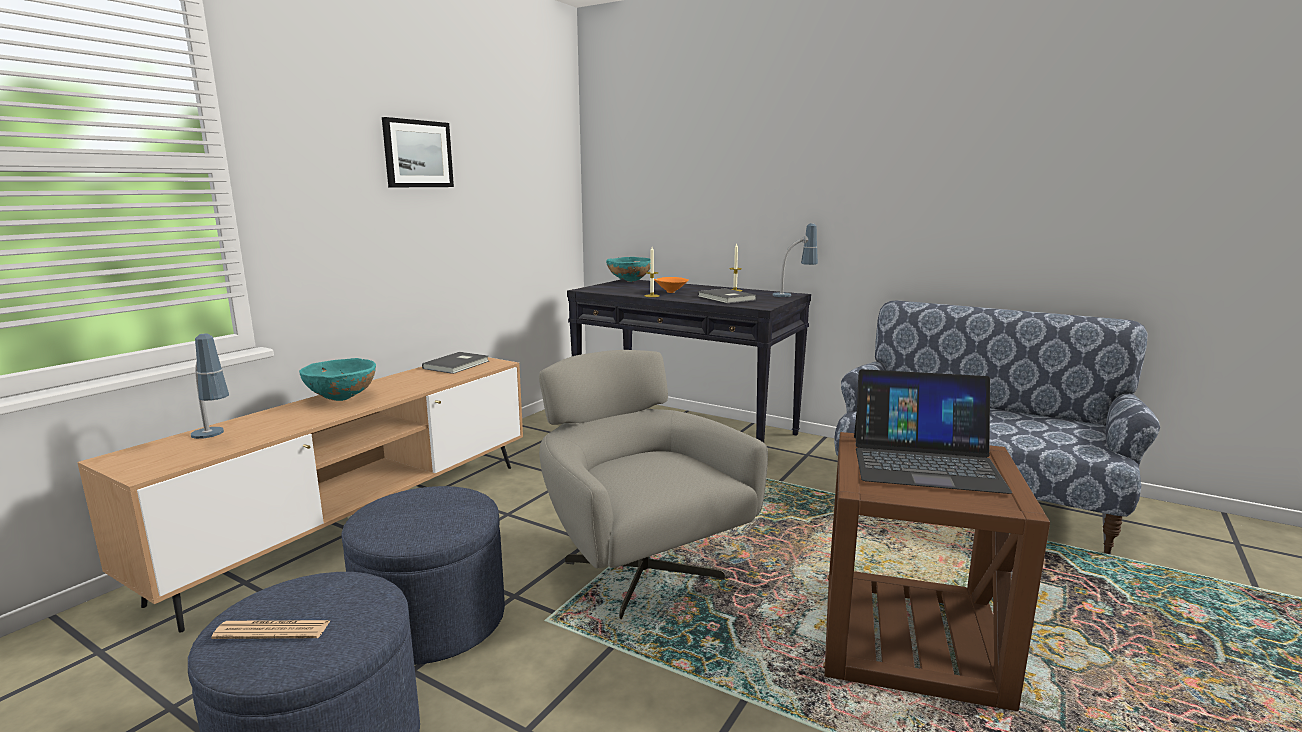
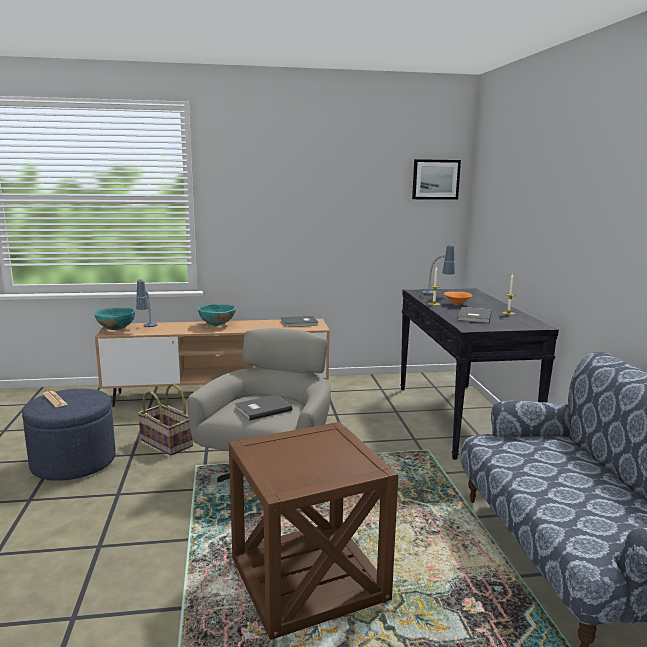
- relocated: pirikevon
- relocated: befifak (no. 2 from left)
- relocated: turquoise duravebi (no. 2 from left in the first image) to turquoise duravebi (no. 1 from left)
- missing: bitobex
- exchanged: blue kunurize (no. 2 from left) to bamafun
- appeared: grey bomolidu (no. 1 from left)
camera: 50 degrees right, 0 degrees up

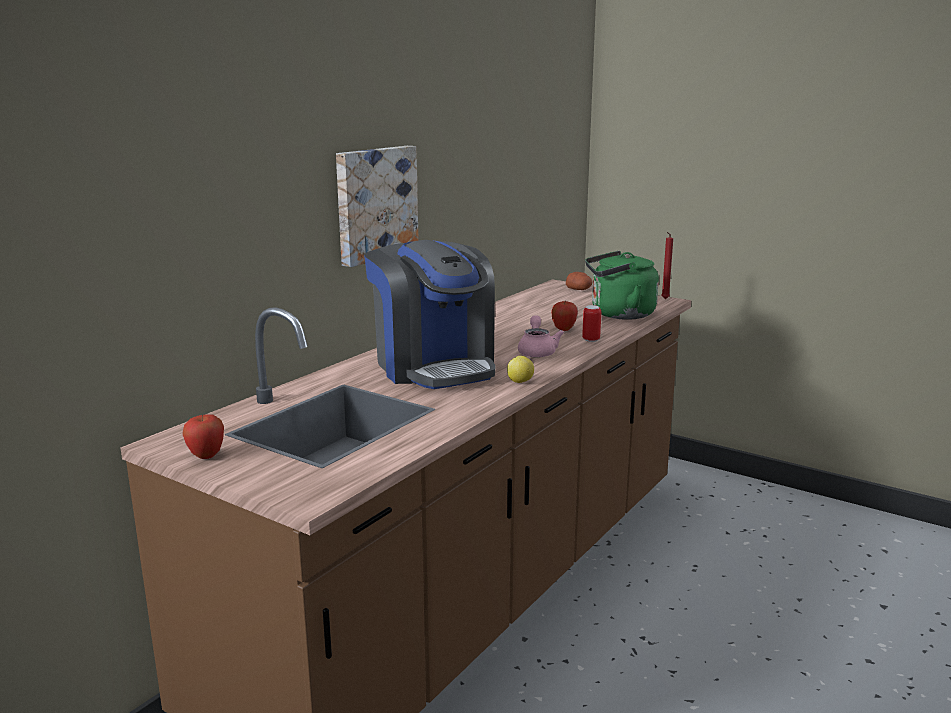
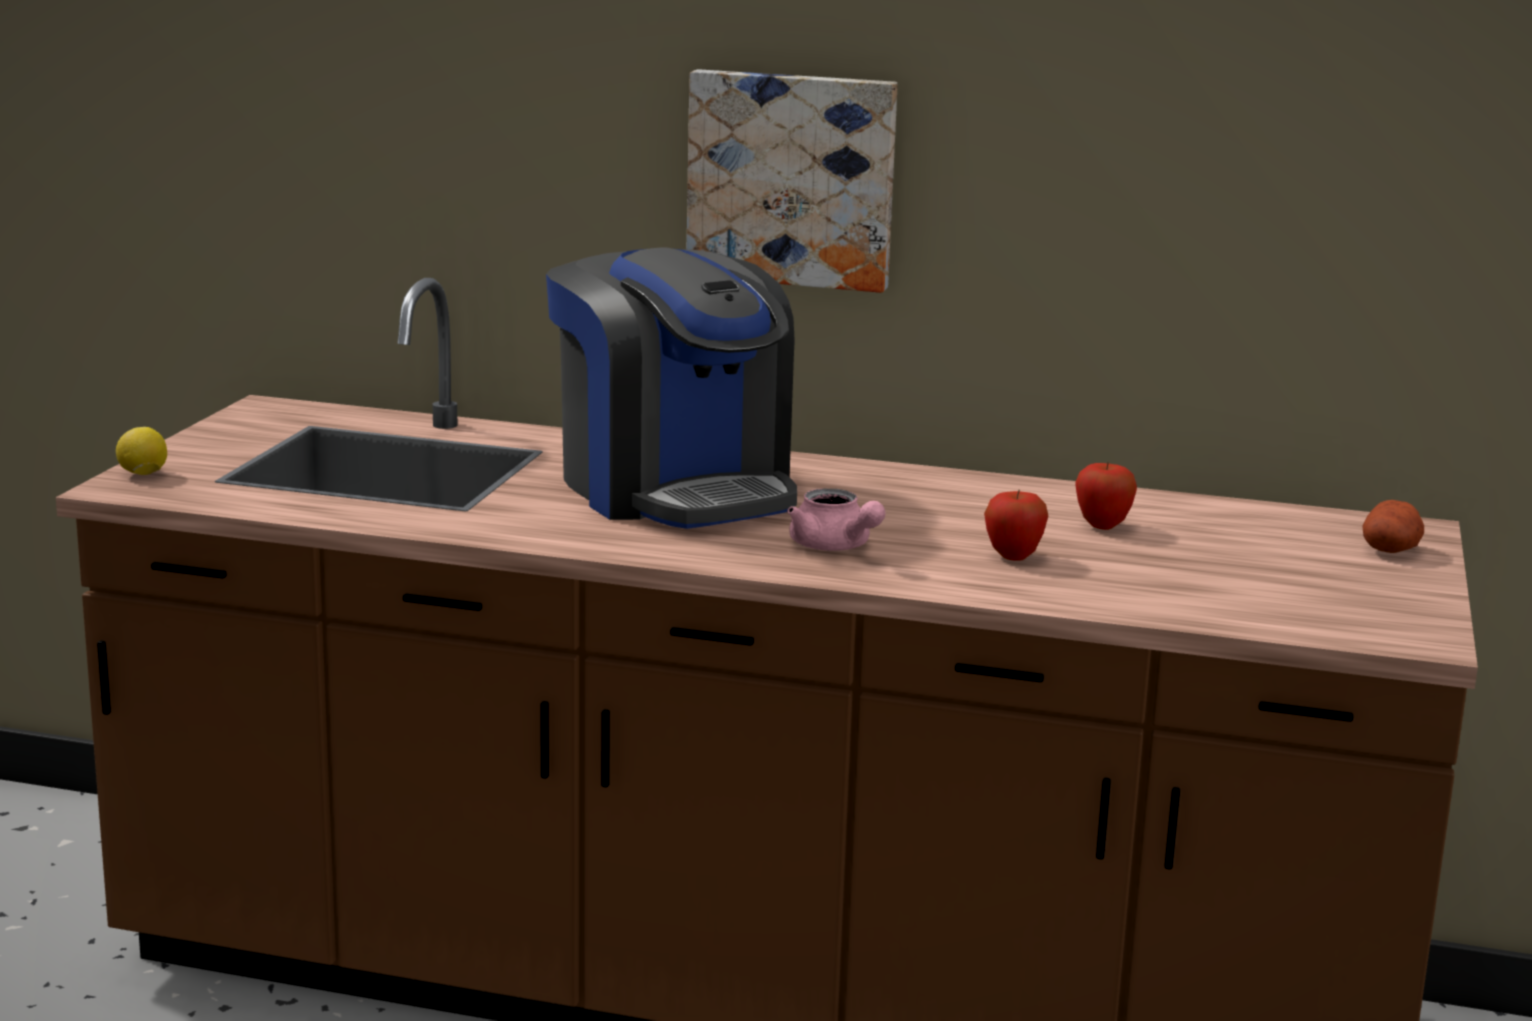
- missing: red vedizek
- spun: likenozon 75 degrees counterclockwise
- missing: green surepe
- missing: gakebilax
- spun: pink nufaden 75 degrees clockwise
- relocated: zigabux
- relocated: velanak (no. 1 from left in the first image) to velanak (no. 2 from left)
camera: 70 degrees right, 0 degrees up

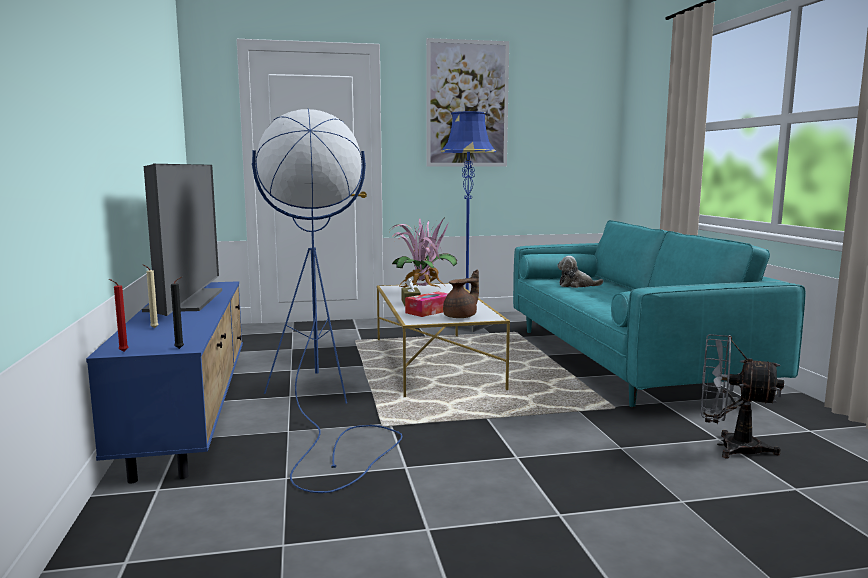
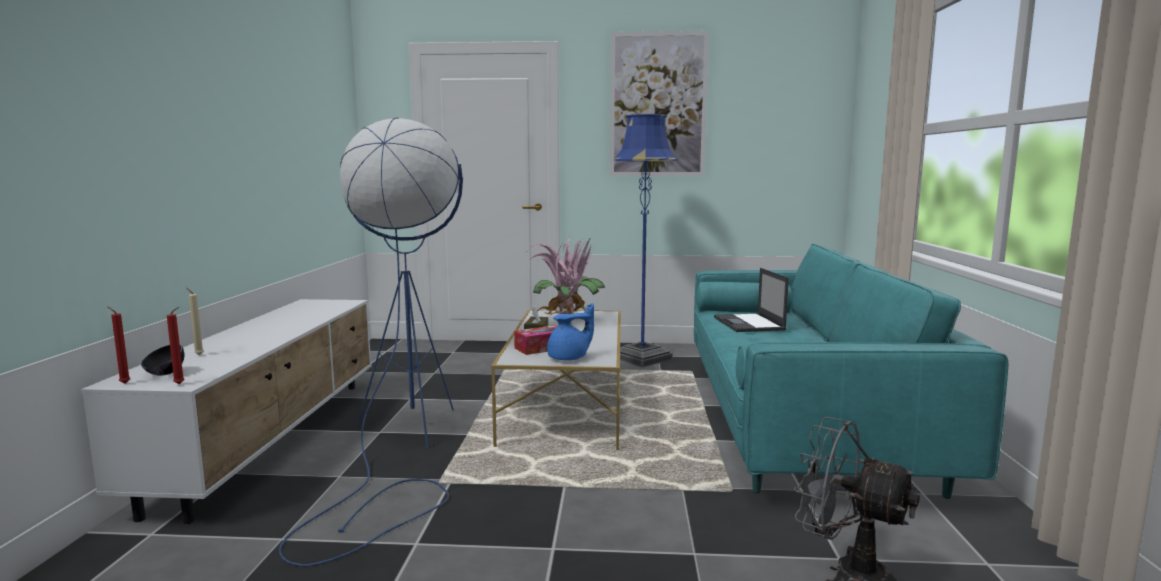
- missing: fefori
- exchanged: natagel to bitobex
- colour: brown nufaden to blue nufaden
- colour: black vedizek to red vedizek (no. 2 from left)
- colour: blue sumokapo to white sumokapo
- appeared: black duravebi
camera: 15 degrees right, 0 degrees up

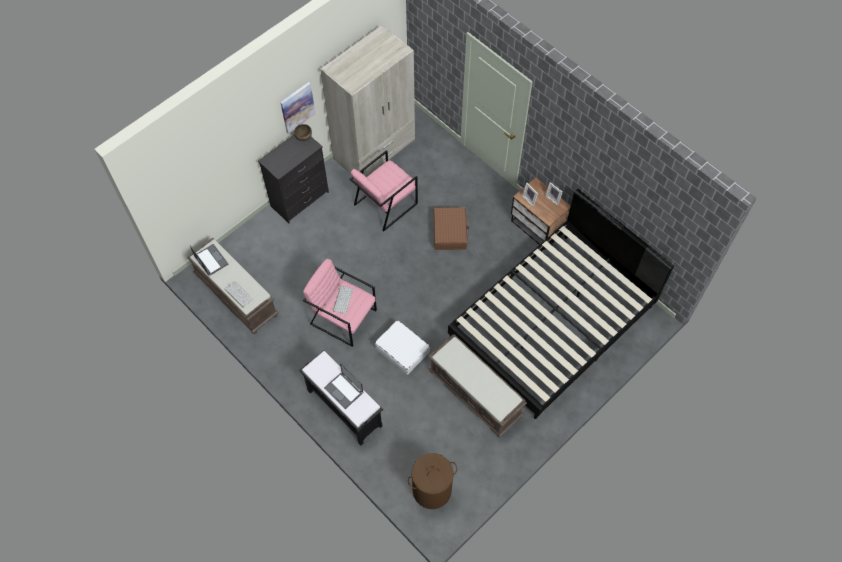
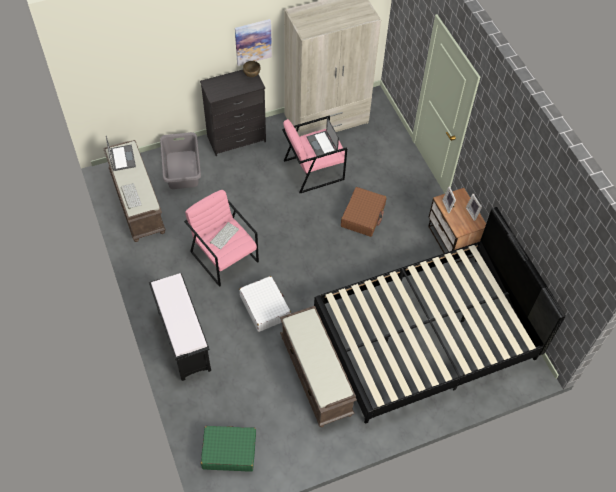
- relocated: bitobex (no. 2 from left)
- exchanged: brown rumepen to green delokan
- appeared: grey rumepen
camera: 20 degrees right, 5 degrees down

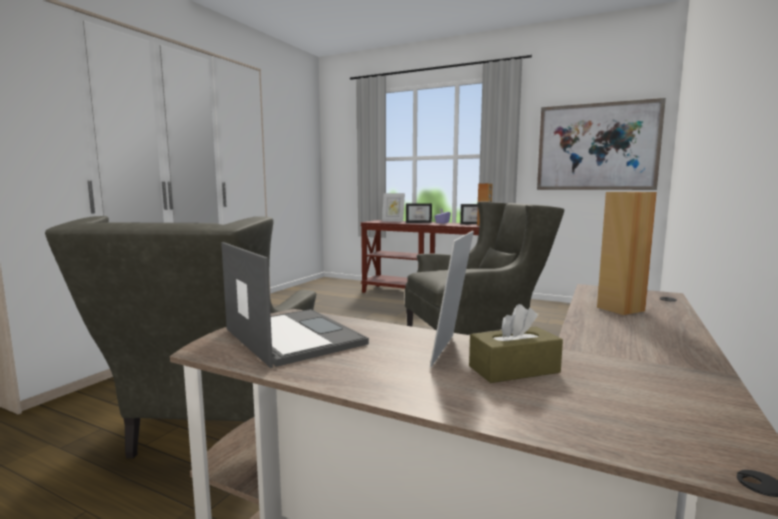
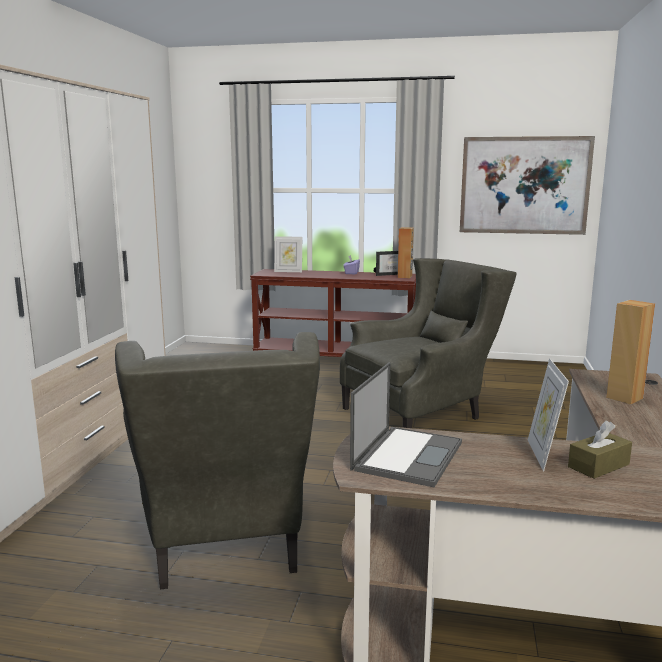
- missing: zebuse (no. 2 from left)
- spun: bitobex 75 degrees clockwise
camera: 15 degrees left, 5 degrees up

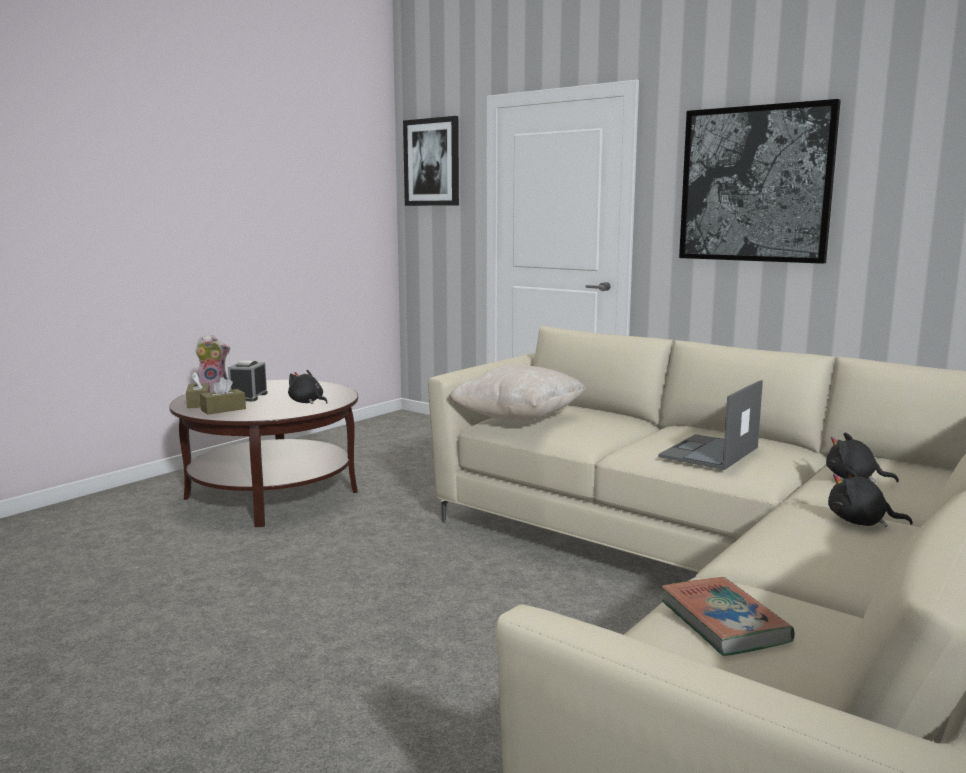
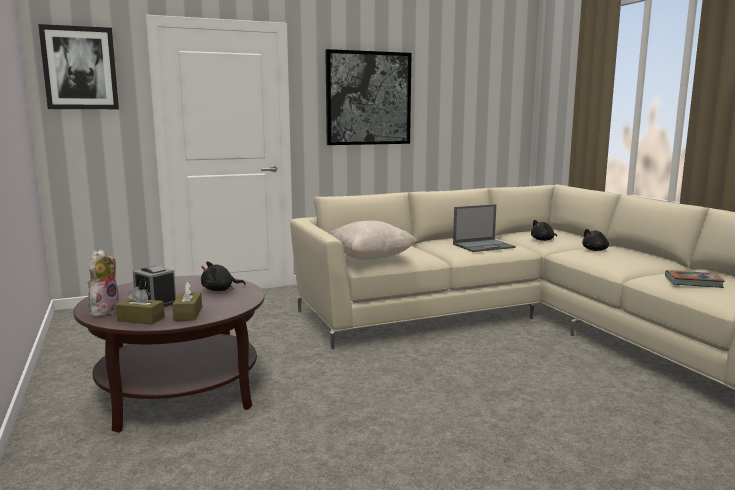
- spun: bitobex 90 degrees counterclockwise
camera: 60 degrees left, 0 degrees up

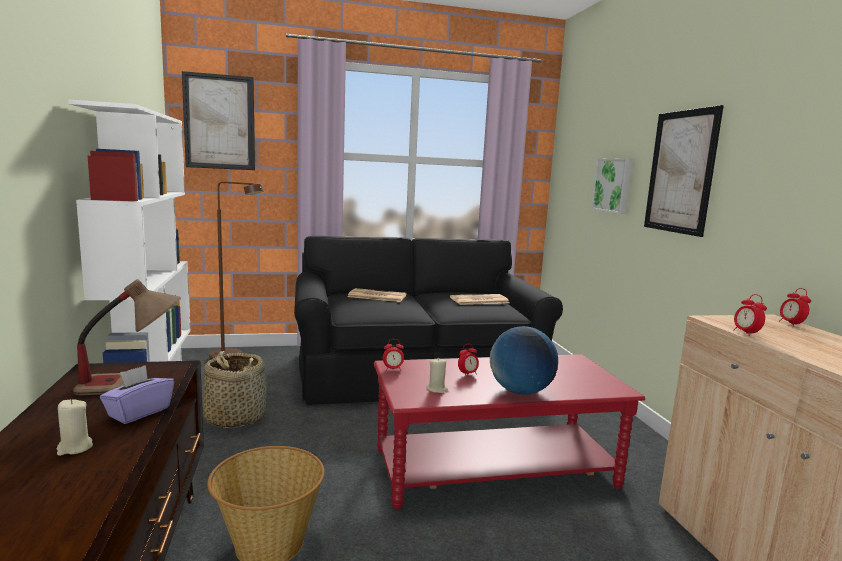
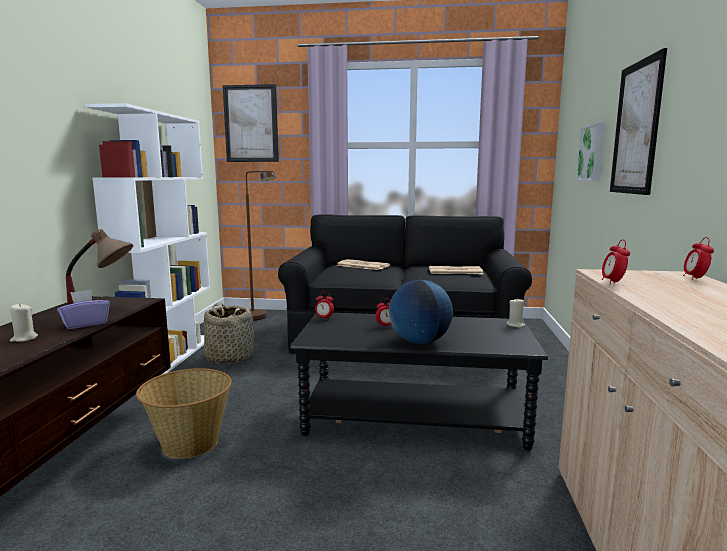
- colour: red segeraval to black segeraval
- relocated: beige vedizek (no. 2 from left)
camera: 20 degrees right, 0 degrees up

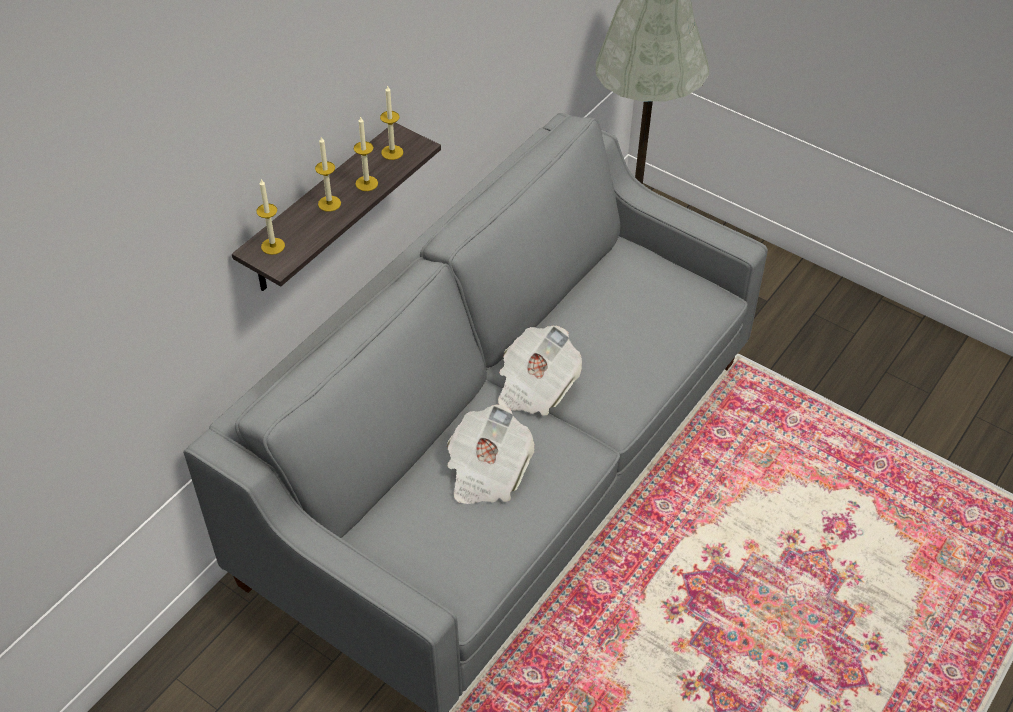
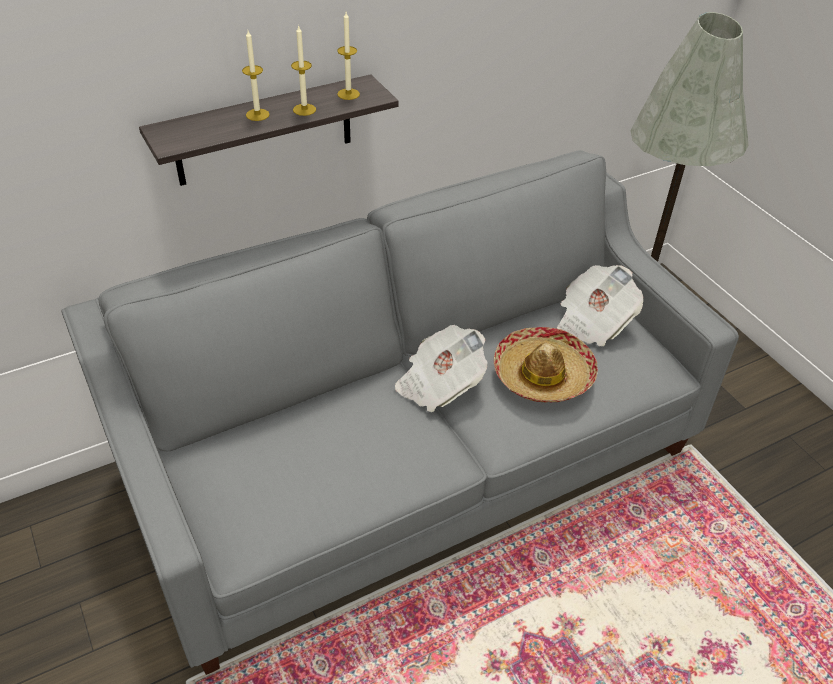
- missing: vedizek (no. 1 from left)
- relocated: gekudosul (no. 1 from left in the first image) to gekudosul (no. 2 from left)
- appeared: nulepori
camera: 25 degrees right, 5 degrees down

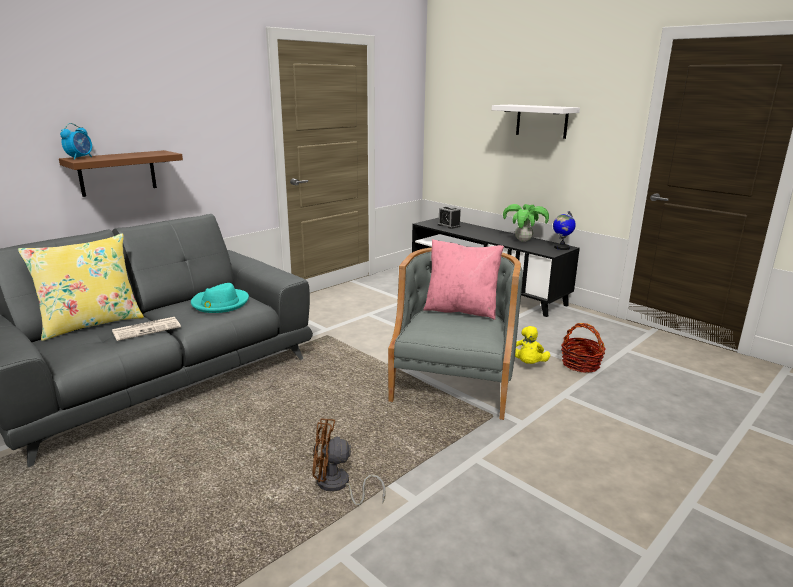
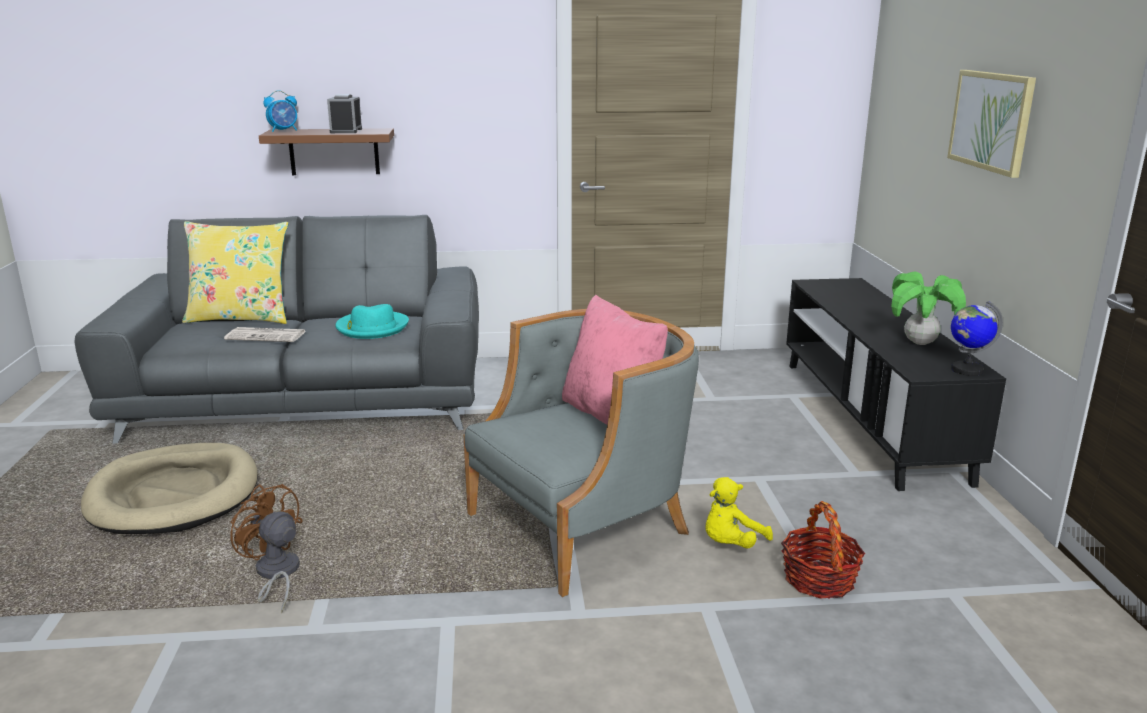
- exchanged: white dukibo to pirikevon
- relocated: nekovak (no. 2 from left)
- appeared: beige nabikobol
camera: 40 degrees right, 0 degrees up

